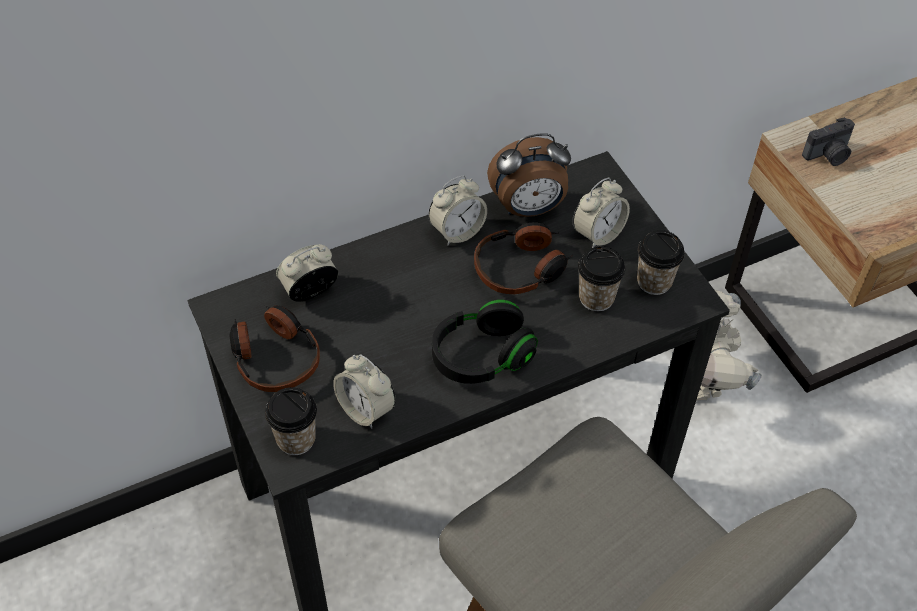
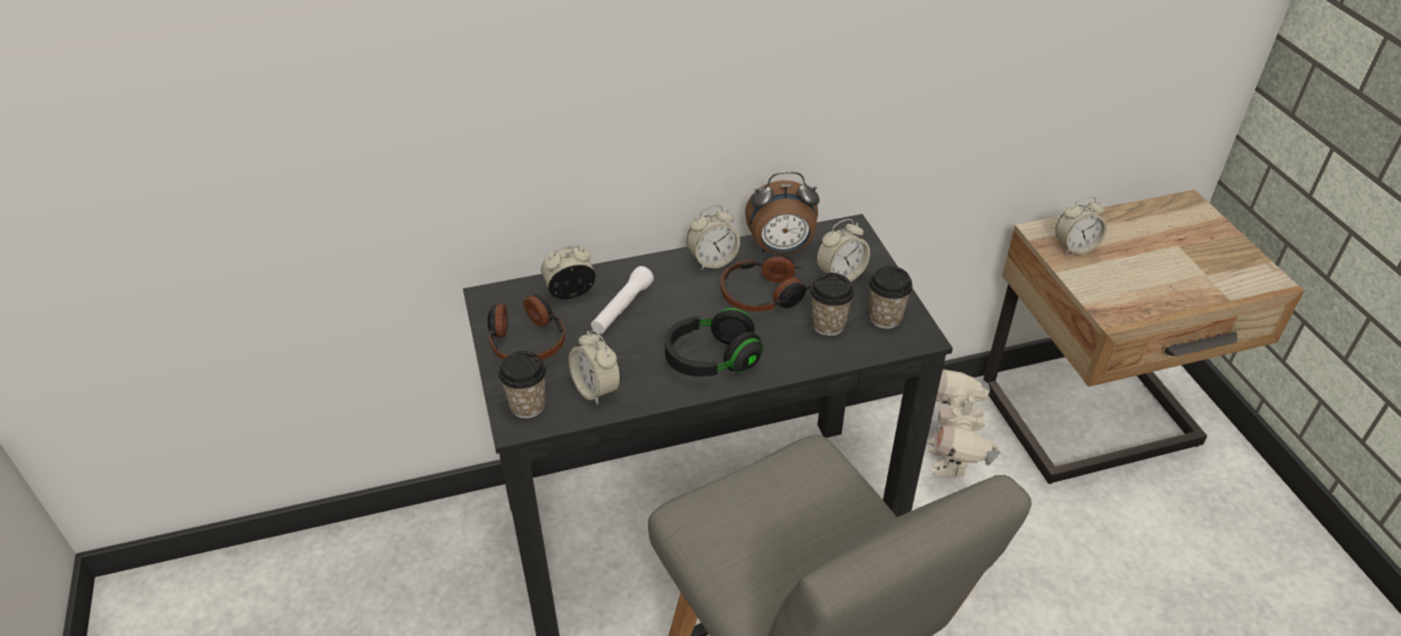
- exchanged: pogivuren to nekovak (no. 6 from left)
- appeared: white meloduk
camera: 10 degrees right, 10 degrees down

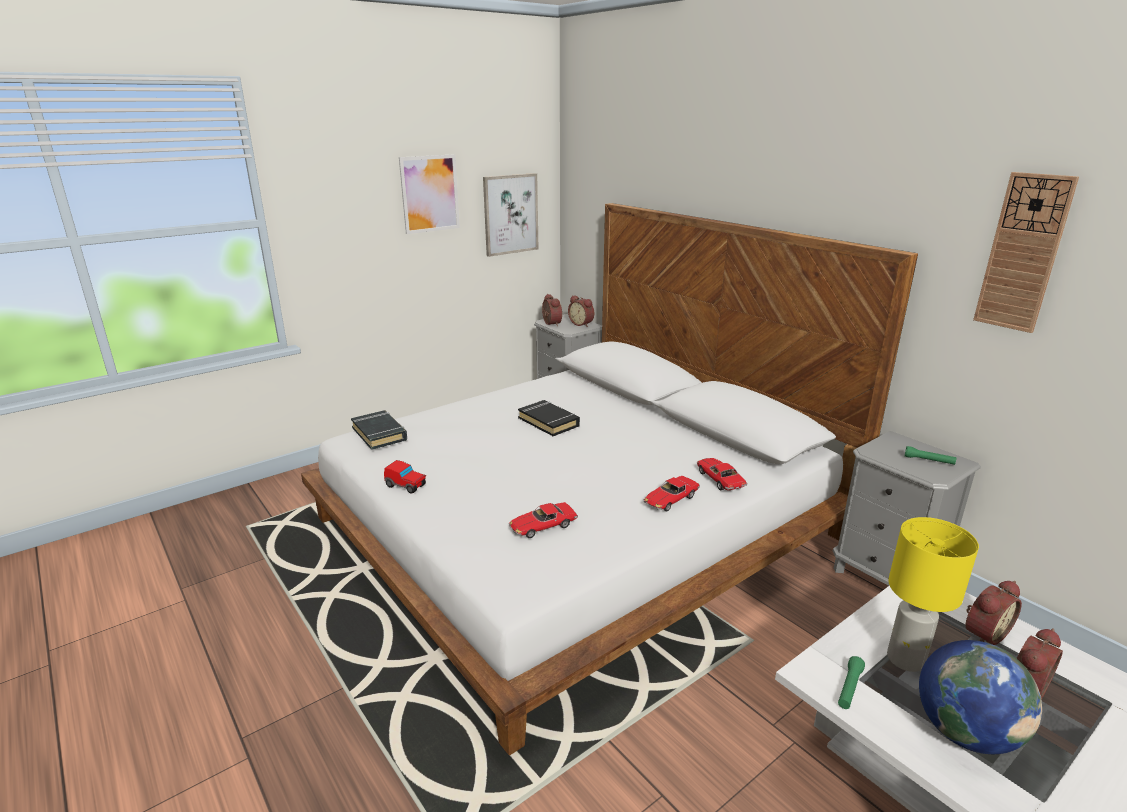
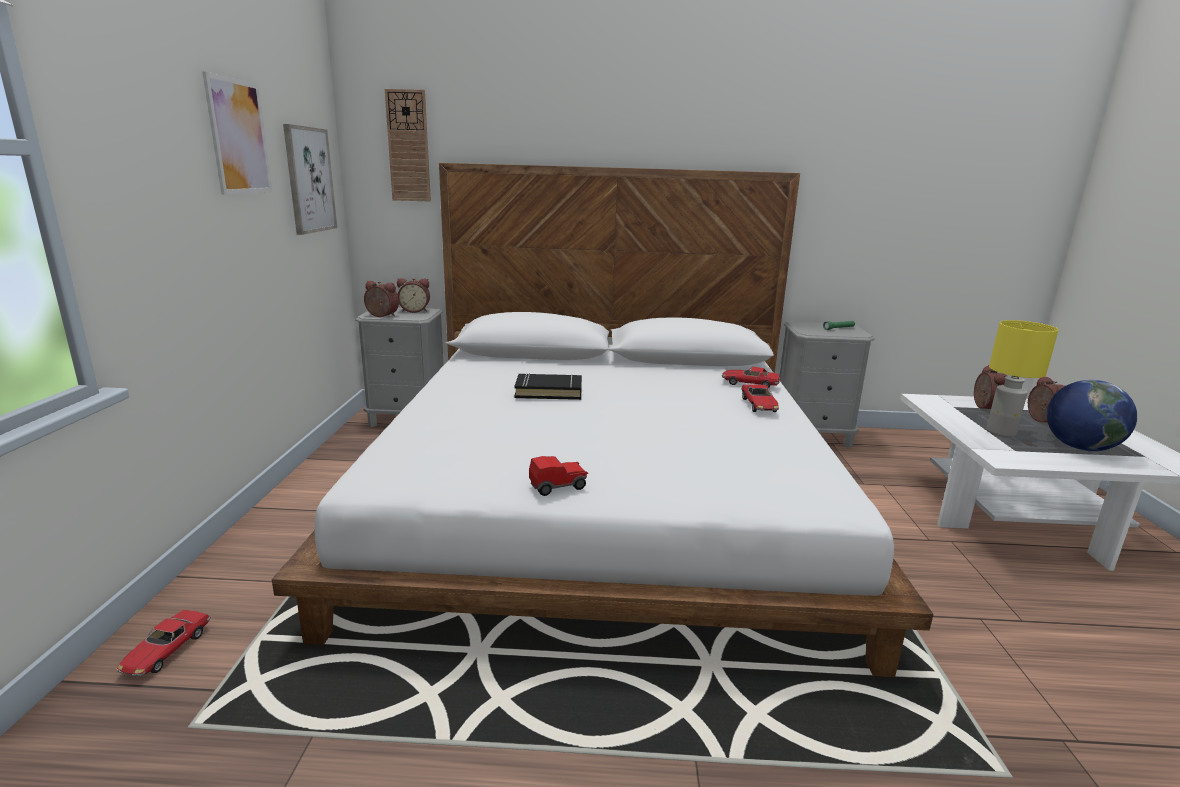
- relocated: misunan
- missing: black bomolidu (no. 1 from left)
- relocated: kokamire (no. 2 from left in the first image) to kokamire (no. 1 from left)
- missing: green meloduk (no. 1 from left)
camera: 50 degrees left, 5 degrees down

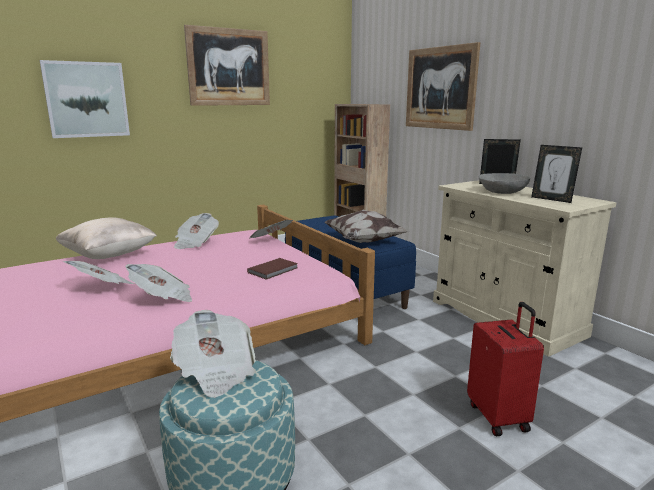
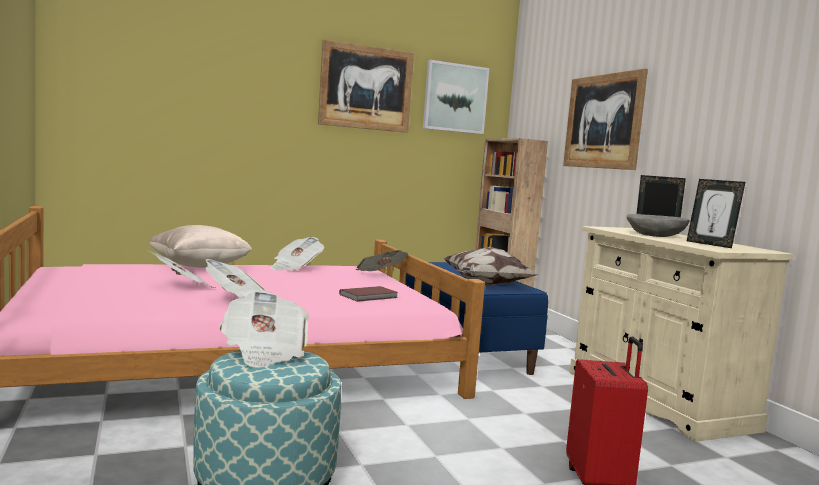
- relocated: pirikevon (no. 1 from left in the first image) to pirikevon (no. 2 from left)
camera: 10 degrees right, 10 degrees down

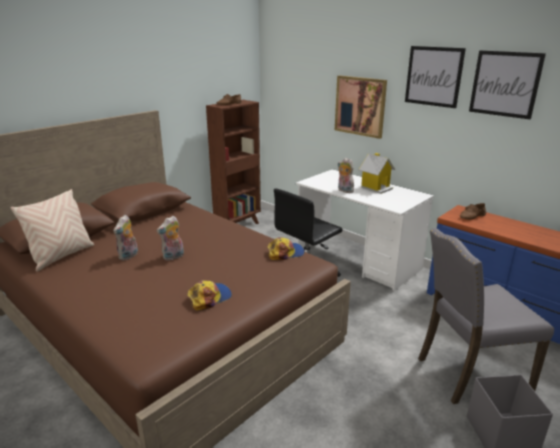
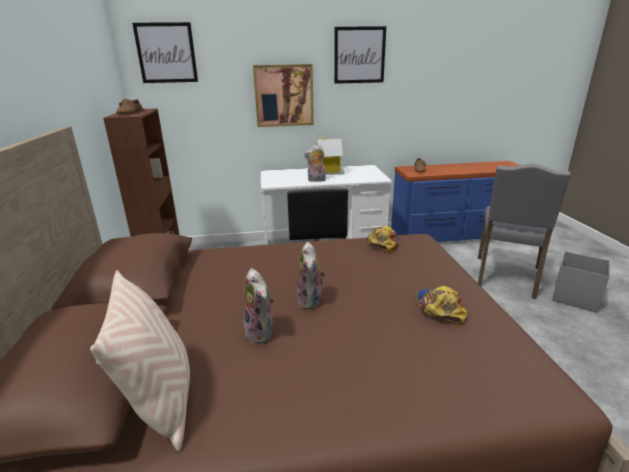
- relocated: pirikevon (no. 3 from left in the first image) to pirikevon (no. 1 from left)
camera: 50 degrees left, 0 degrees up

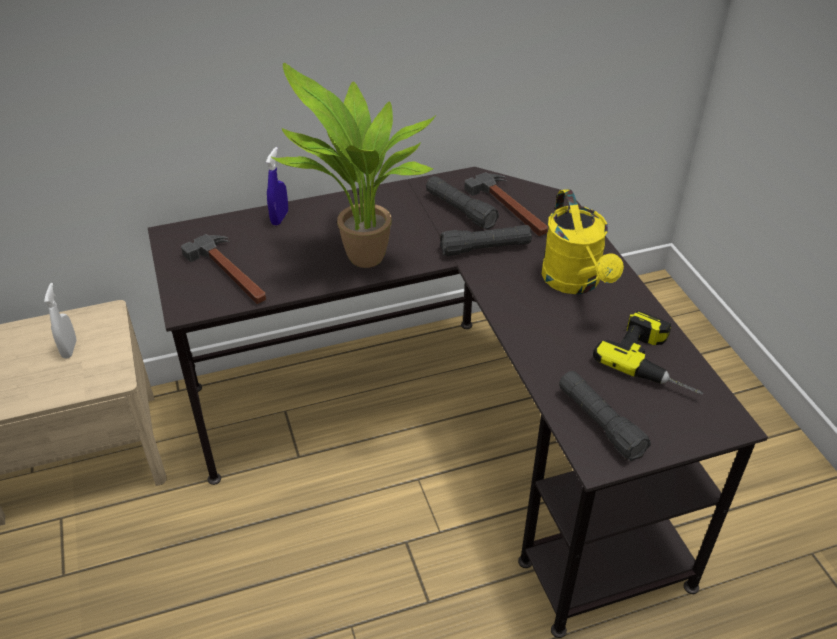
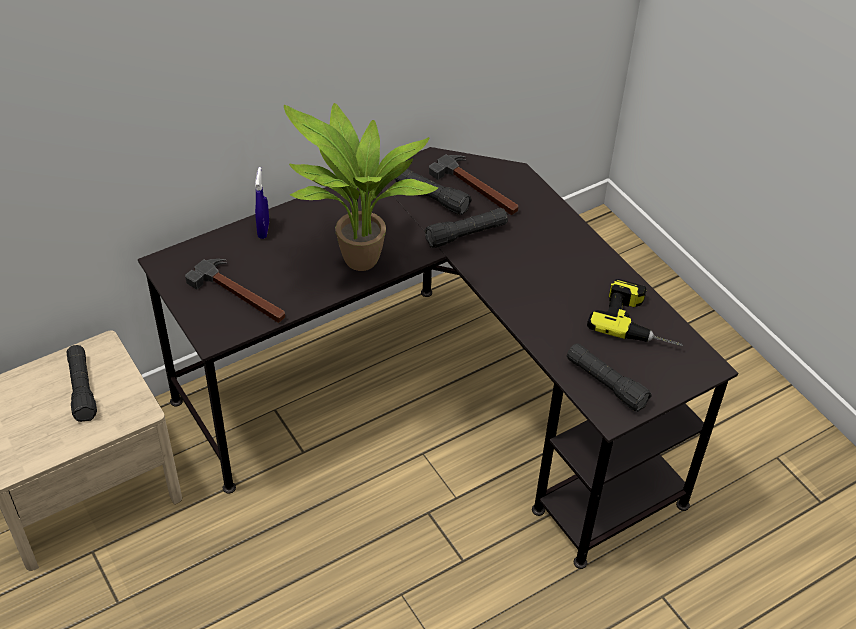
- missing: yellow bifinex
- exchanged: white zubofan to black meloduk (no. 1 from left)
camera: 15 degrees left, 5 degrees up

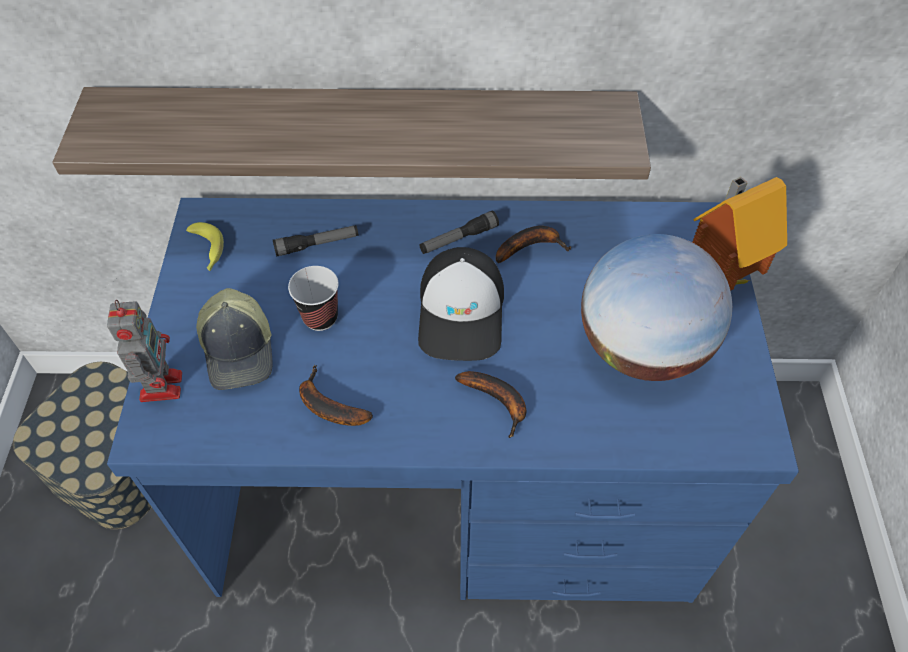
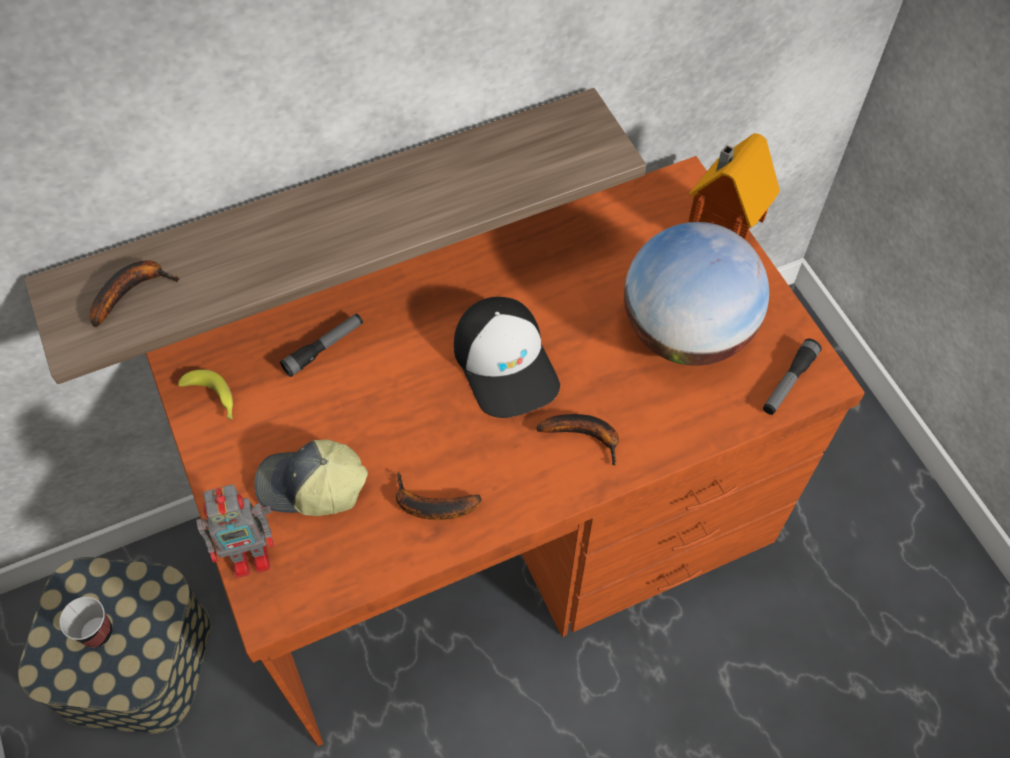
- colour: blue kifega to brown kifega
- relocated: meloduk (no. 2 from left)
- relocated: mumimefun (no. 4 from left in the first image) to mumimefun (no. 1 from left)
- relocated: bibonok
- spun: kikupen (no. 1 from left) 135 degrees clockwise
- spun: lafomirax 105 degrees clockwise
camera: 25 degrees left, 5 degrees up

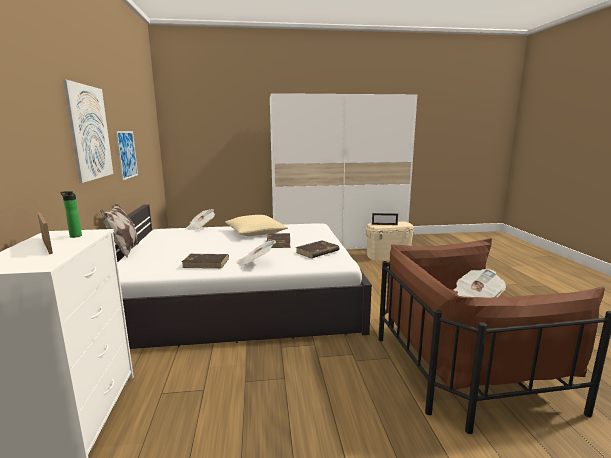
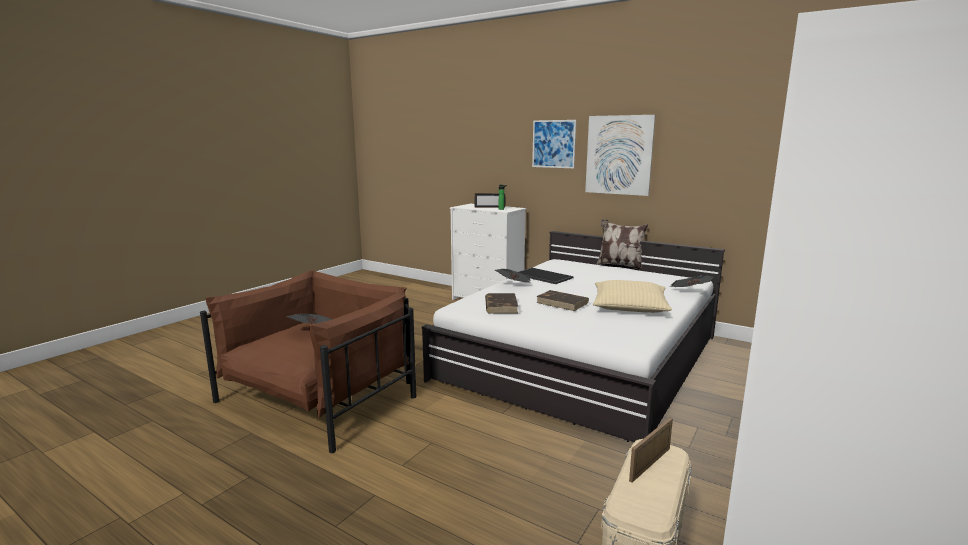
- relocated: pirikevon (no. 2 from left in the first image) to pirikevon (no. 1 from left)
- exchanged: brown bomolidu (no. 1 from left) to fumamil
camera: 130 degrees right, 0 degrees up

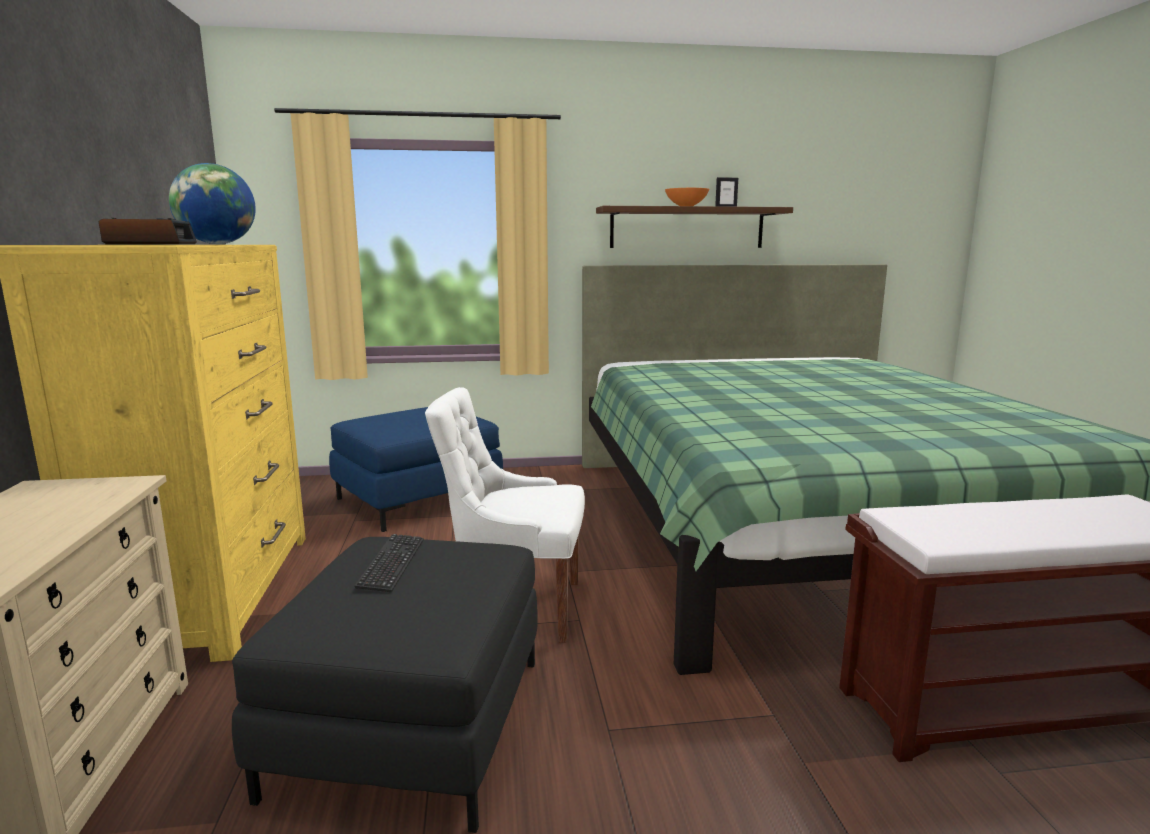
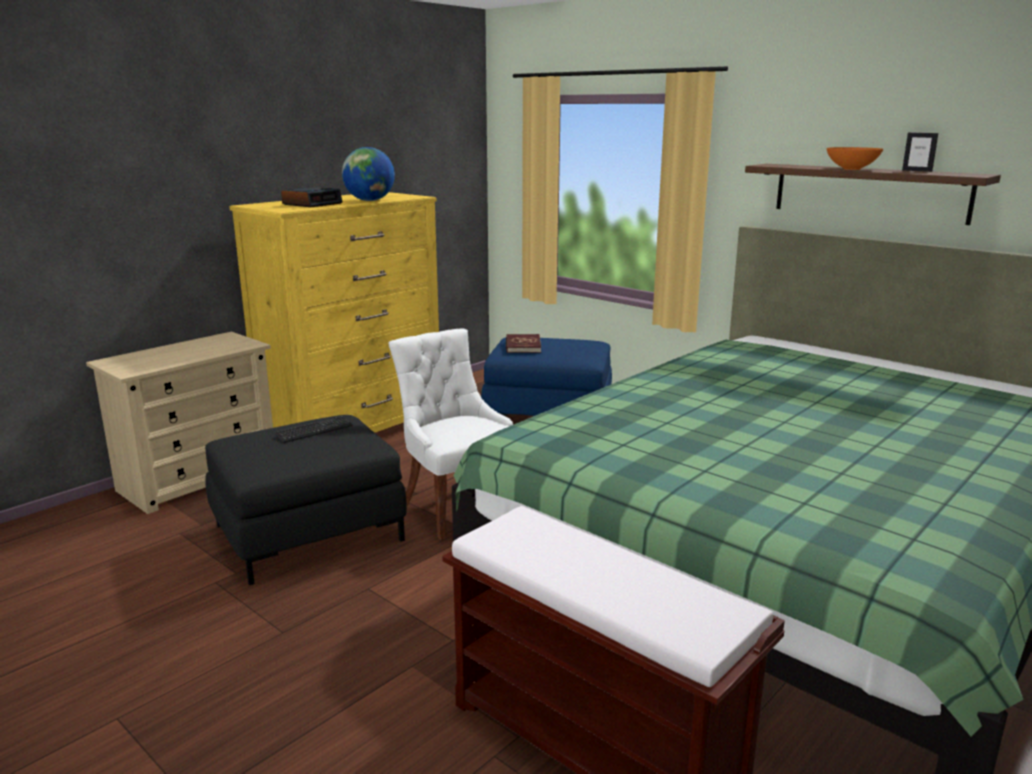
- appeared: red bomolidu
camera: 50 degrees right, 5 degrees up

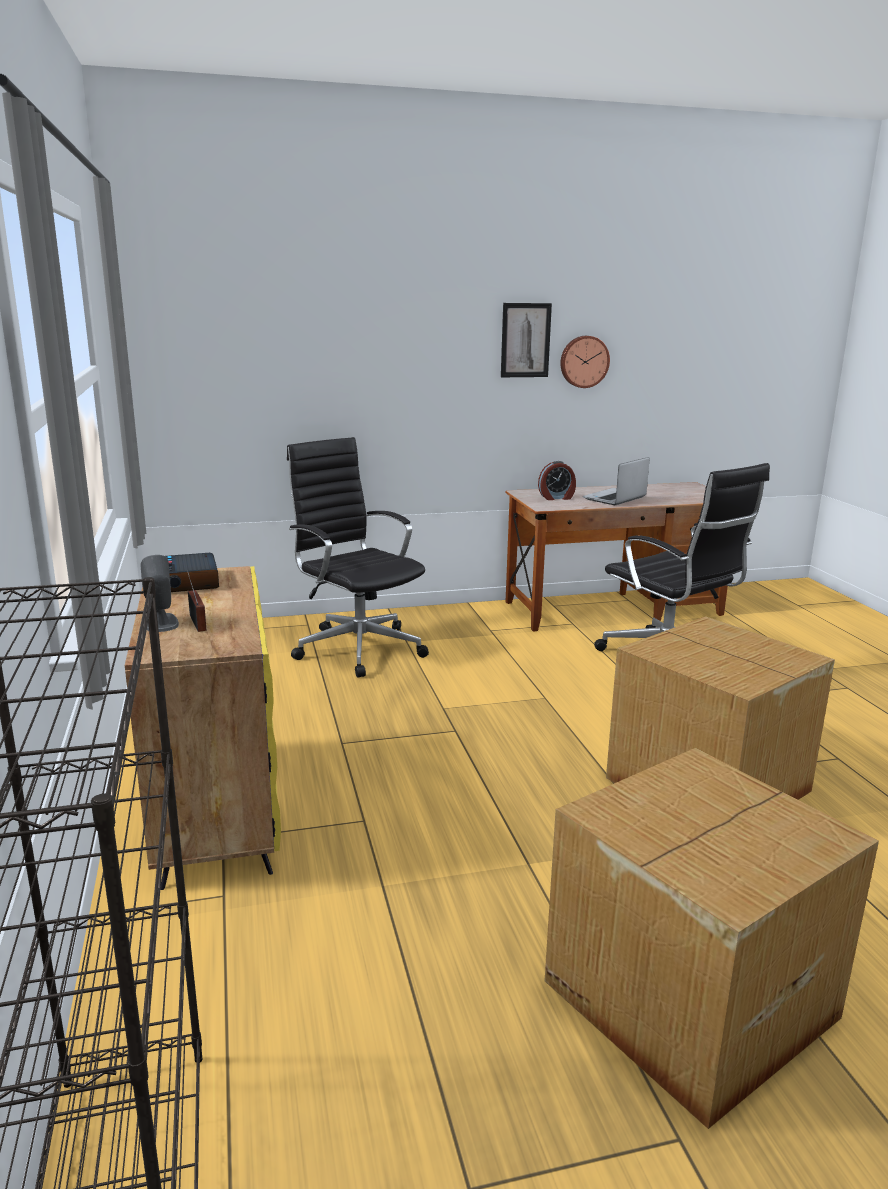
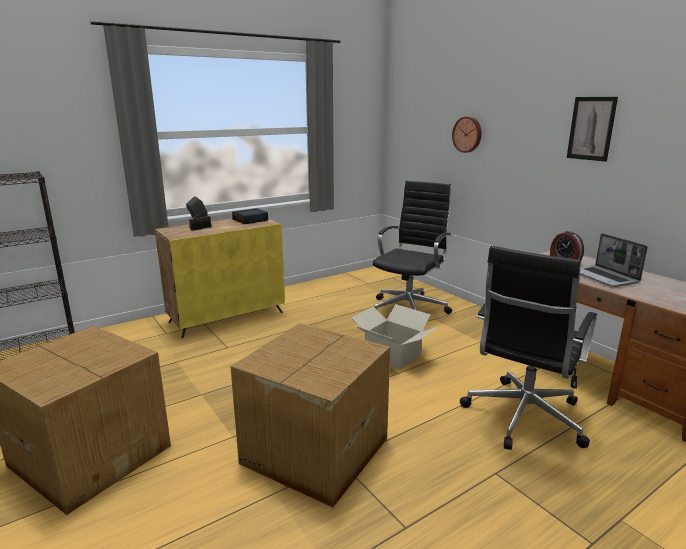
- relocated: misunan
- spun: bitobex 135 degrees counterclockwise
- appeared: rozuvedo (no. 3 from left)
camera: 70 degrees right, 0 degrees up

